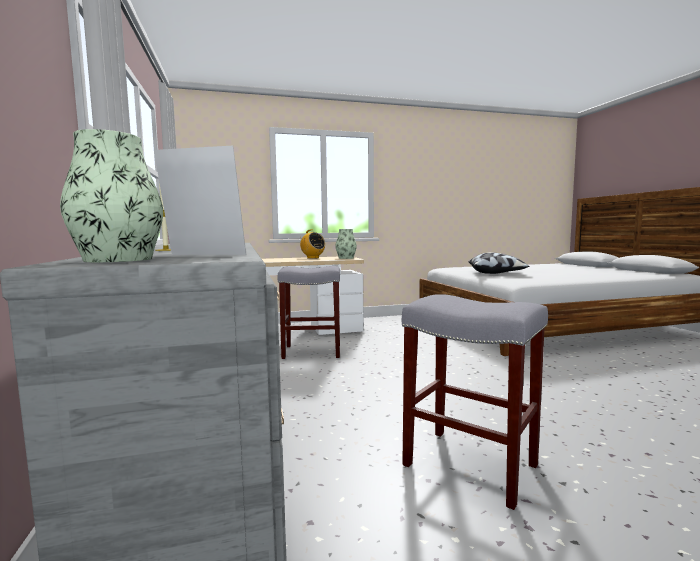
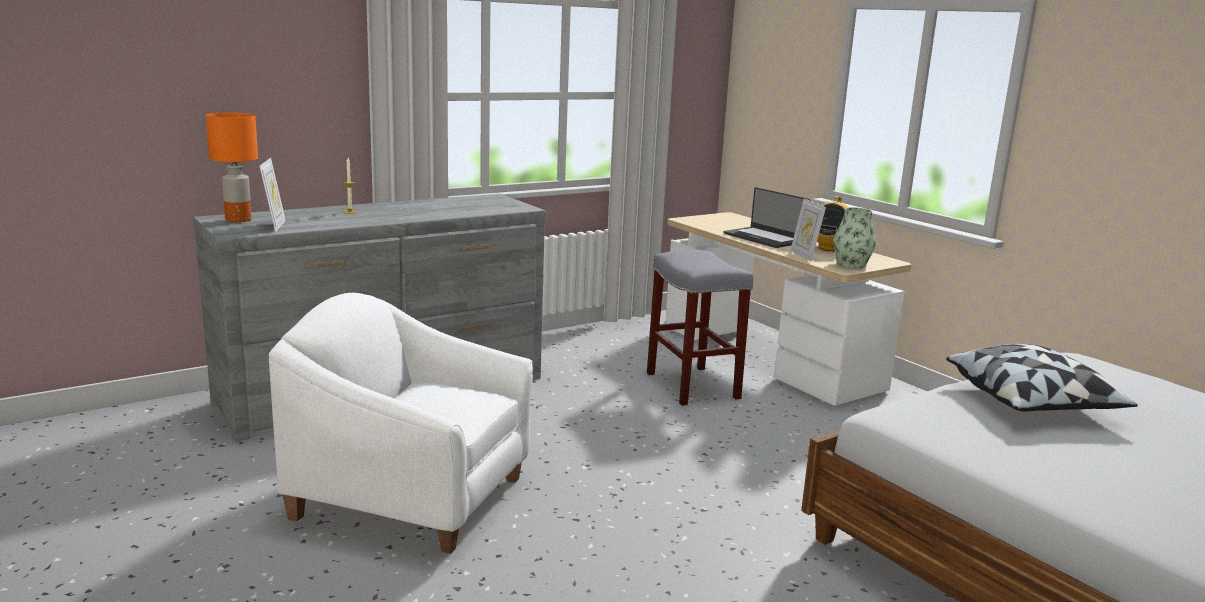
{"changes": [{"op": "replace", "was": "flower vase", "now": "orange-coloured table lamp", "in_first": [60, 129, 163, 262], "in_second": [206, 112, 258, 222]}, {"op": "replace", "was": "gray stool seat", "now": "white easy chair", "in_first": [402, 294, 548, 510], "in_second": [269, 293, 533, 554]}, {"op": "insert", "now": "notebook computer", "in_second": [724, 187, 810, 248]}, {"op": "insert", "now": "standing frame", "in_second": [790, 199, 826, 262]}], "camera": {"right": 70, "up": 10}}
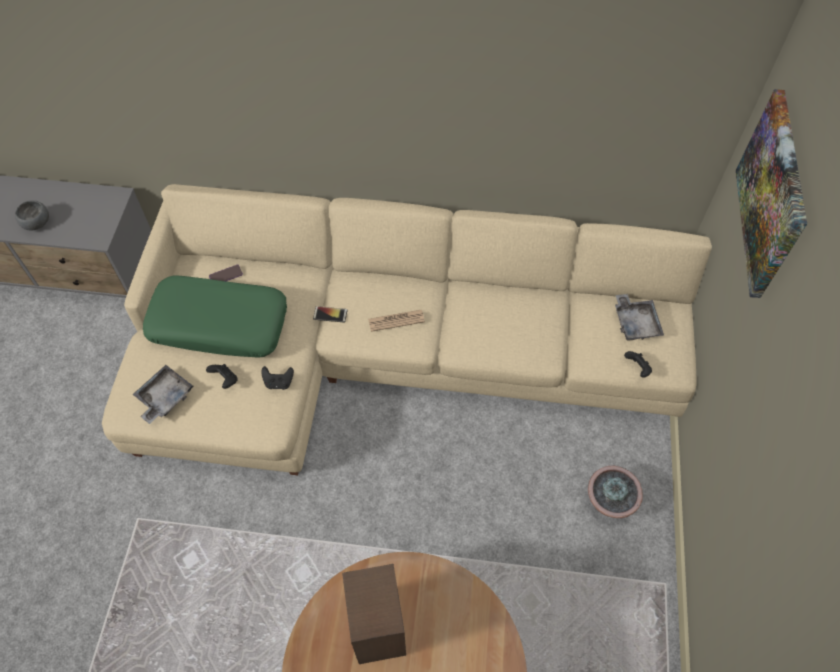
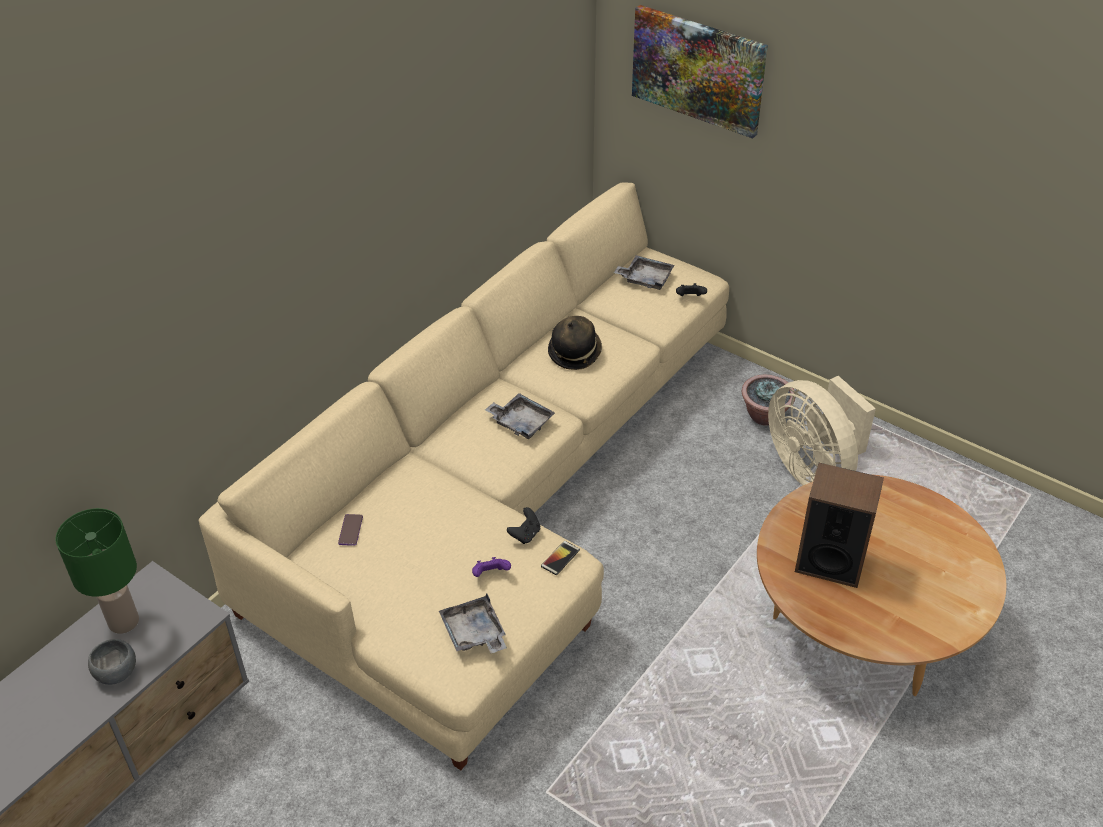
{"changes": [{"op": "delete", "was": "greenish pillow", "in_first": [143, 276, 287, 358]}, {"op": "move", "was": "handset", "in_first": [313, 306, 348, 323], "in_second": [541, 541, 580, 575]}, {"op": "replace", "was": "daily paper", "now": "gray carrying tray", "in_first": [368, 310, 425, 332], "in_second": [485, 393, 555, 439]}, {"op": "recolor", "was": "black-coloured game controller", "now": "purple-coloured game controller", "in_first": [206, 364, 238, 389], "in_second": [472, 557, 511, 577]}, {"op": "insert", "now": "hat", "in_second": [548, 316, 602, 370]}, {"op": "insert", "now": "beige-coloured fan", "in_second": [768, 376, 876, 485]}, {"op": "insert", "now": "greenish table lamp", "in_second": [55, 508, 139, 634]}], "camera": {"right": -60, "up": -15}}
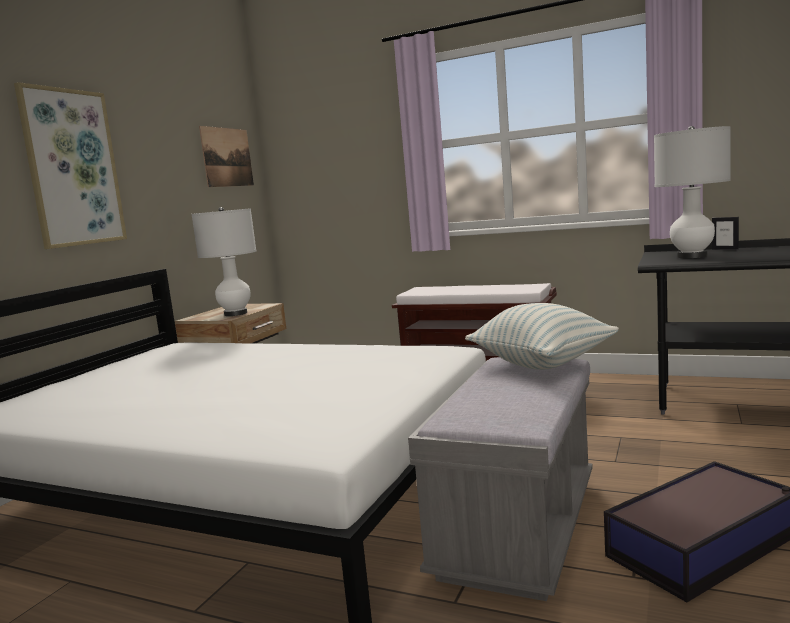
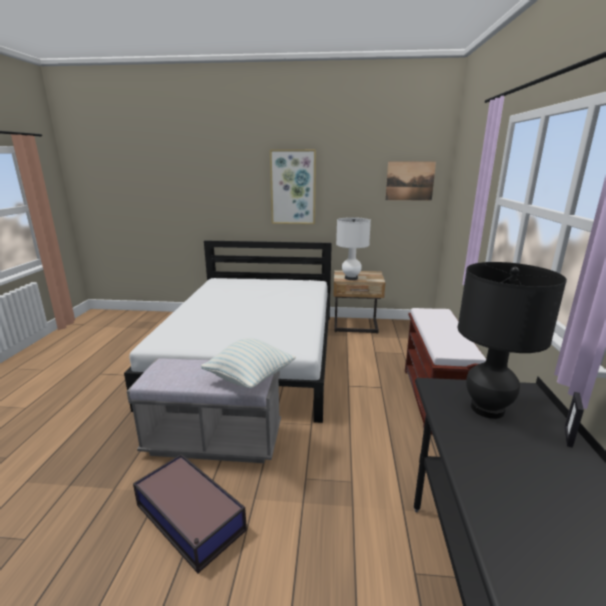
{"changes": [{"op": "recolor", "was": "white table lamp", "now": "black-coloured table lamp", "in_first": [654, 126, 731, 258], "in_second": [457, 262, 567, 419]}], "camera": {"right": 70, "up": 10}}
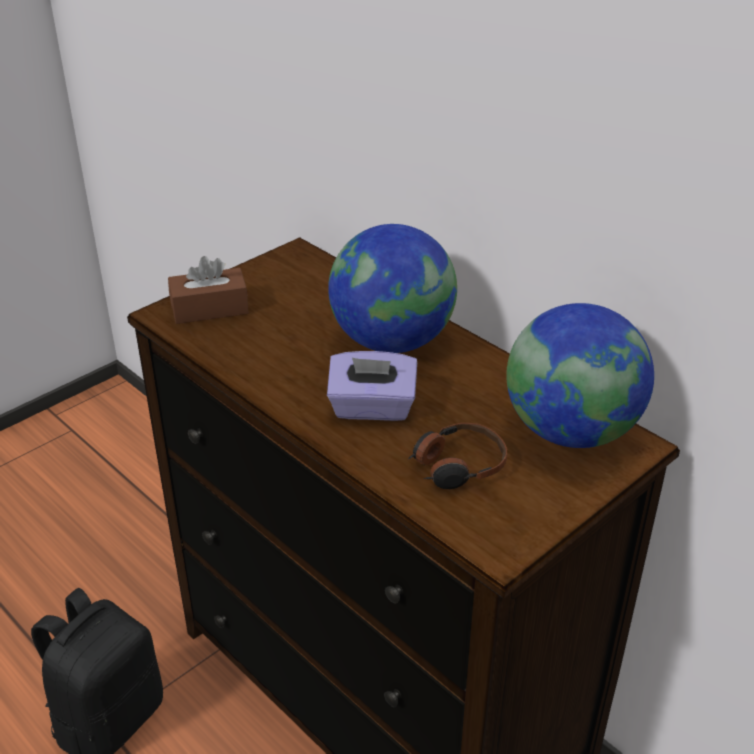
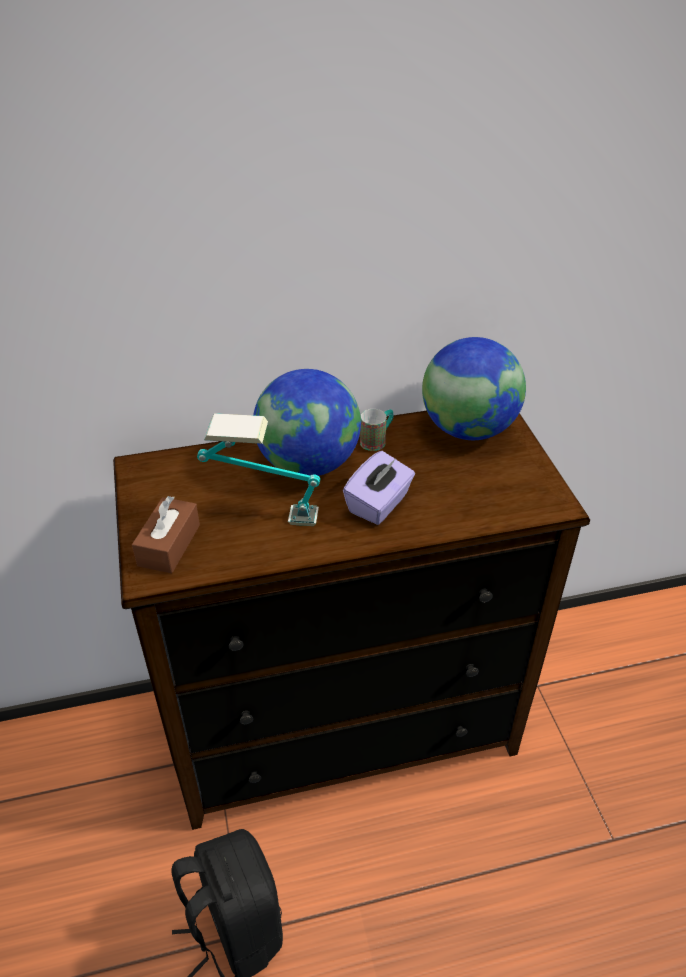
{"changes": [{"op": "delete", "was": "headphones", "in_first": [408, 423, 507, 489]}, {"op": "insert", "now": "tea mug", "in_second": [360, 409, 394, 451]}, {"op": "insert", "now": "table lamp", "in_second": [197, 413, 320, 526]}], "camera": {"right": -60, "up": 5}}
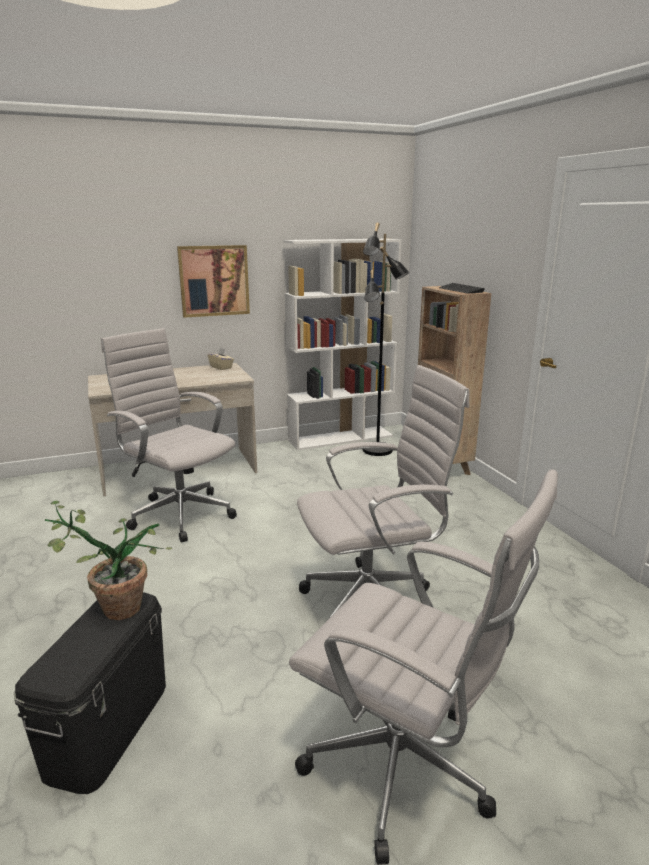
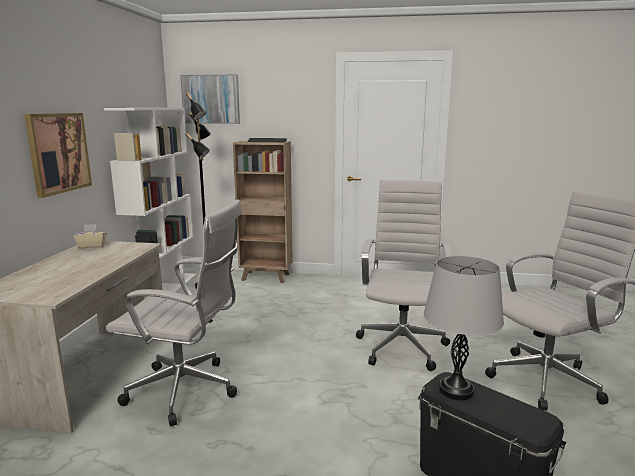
{"changes": [{"op": "rotate", "was": "white office chair", "in_first": [101, 328, 237, 543], "in_second": [106, 199, 242, 426], "clockwise": -150}, {"op": "replace", "was": "potted plant", "now": "gray table lamp", "in_first": [45, 501, 173, 620], "in_second": [424, 256, 504, 400]}, {"op": "insert", "now": "picture", "in_second": [180, 74, 240, 124]}], "camera": {"right": -60, "up": -5}}
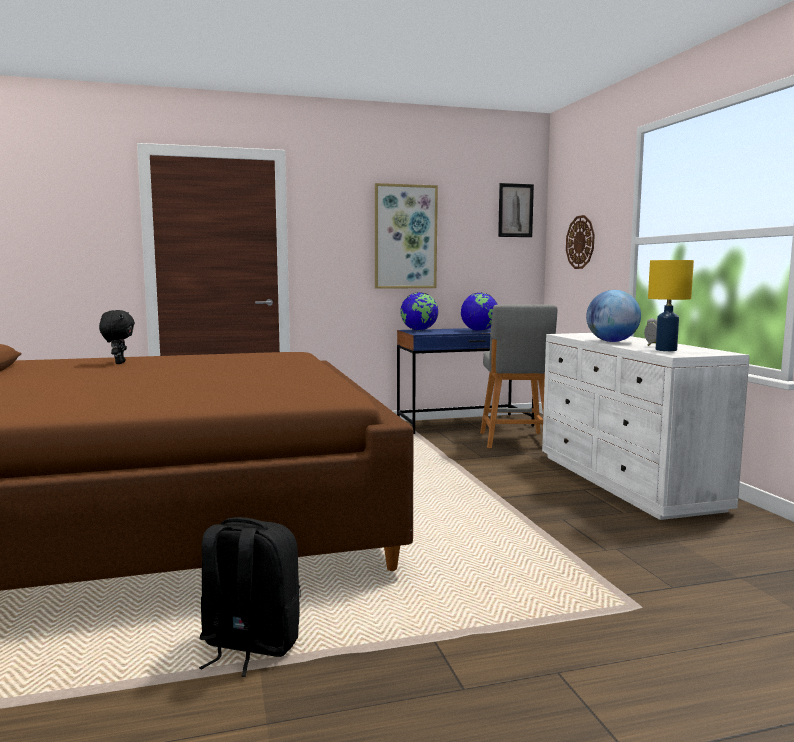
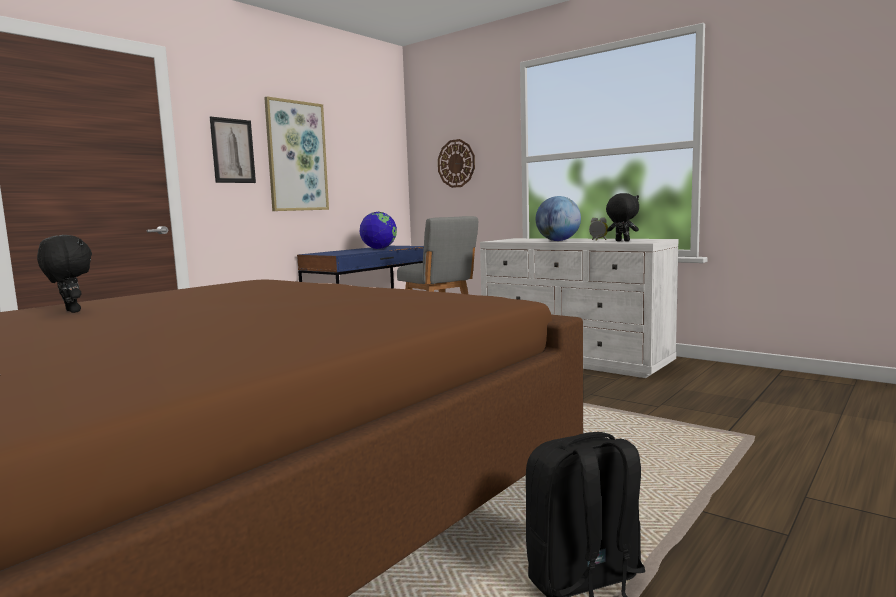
{"changes": [{"op": "move", "was": "picture", "in_first": [498, 183, 534, 237], "in_second": [210, 116, 256, 183]}, {"op": "replace", "was": "yellow table lamp", "now": "black-coloured plush toy", "in_first": [648, 260, 694, 351], "in_second": [606, 193, 639, 241]}, {"op": "delete", "was": "globe", "in_first": [400, 292, 438, 330]}], "camera": {"right": -35, "up": 0}}
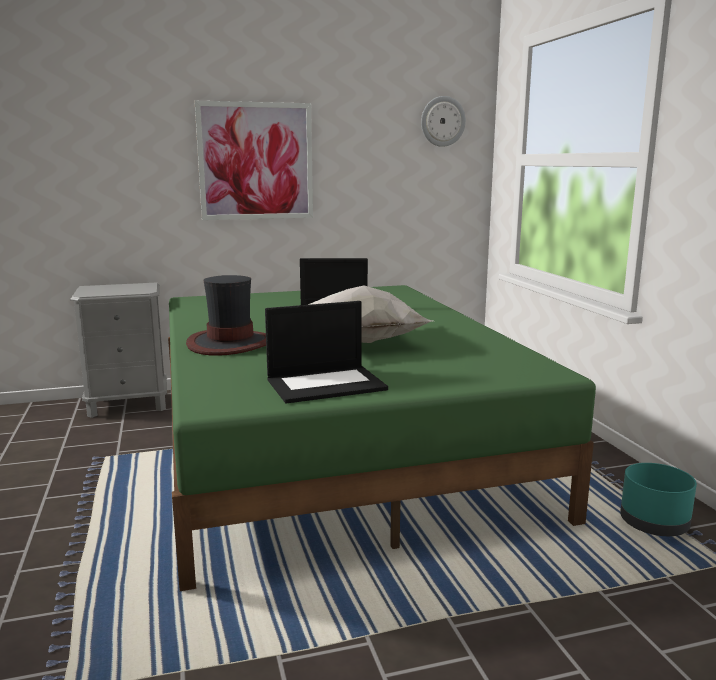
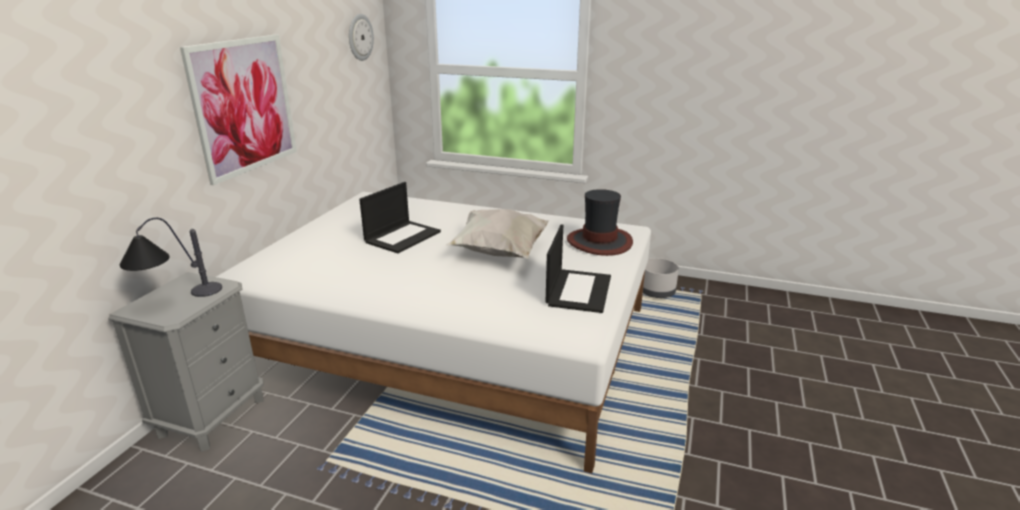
{"changes": [{"op": "move", "was": "hat", "in_first": [186, 275, 266, 356], "in_second": [567, 189, 633, 256]}, {"op": "recolor", "was": "greenish sleeping bed", "now": "white sleeping bed", "in_first": [168, 285, 596, 591], "in_second": [216, 192, 651, 473]}, {"op": "recolor", "was": "turquoise-coloured planter", "now": "gray planter", "in_first": [620, 463, 697, 536], "in_second": [643, 258, 679, 298]}, {"op": "insert", "now": "table lamp", "in_second": [120, 218, 222, 297]}], "camera": {"right": -55, "up": 10}}
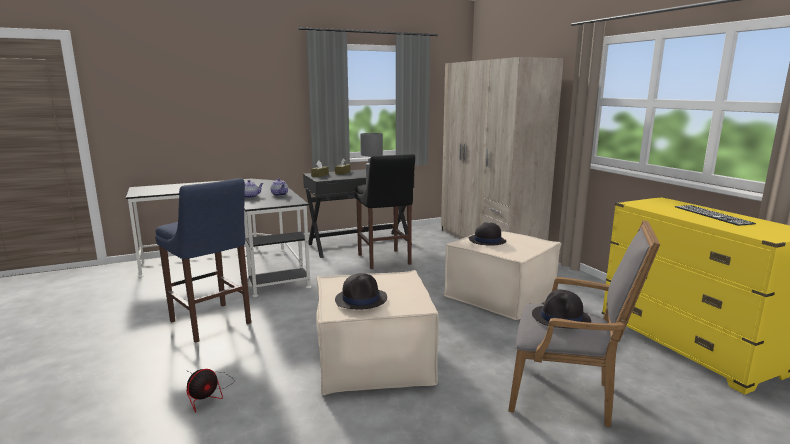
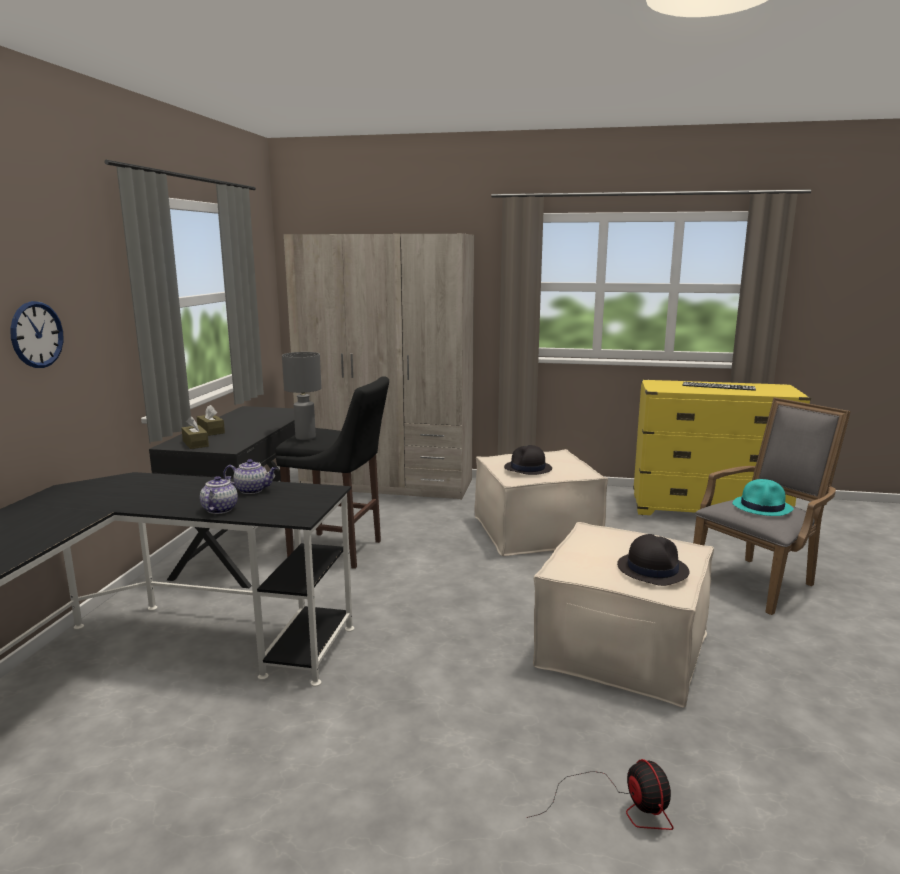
{"changes": [{"op": "delete", "was": "blue-coloured stool seat", "in_first": [155, 178, 251, 343]}, {"op": "recolor", "was": "black-coloured hat", "now": "turquoise-coloured hat", "in_first": [532, 290, 591, 329], "in_second": [732, 479, 794, 516]}, {"op": "insert", "now": "wall clock", "in_second": [10, 301, 64, 368]}], "camera": {"right": -55, "up": 0}}
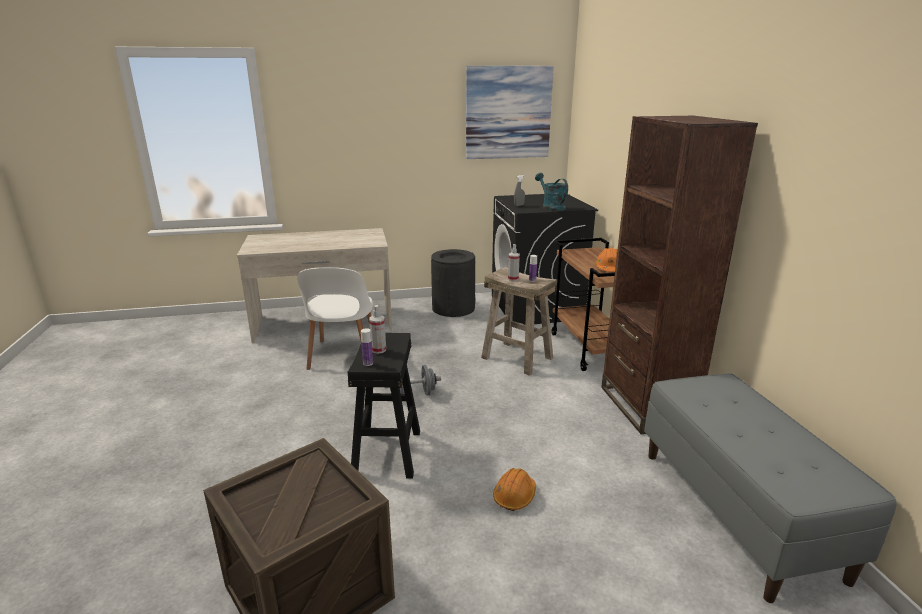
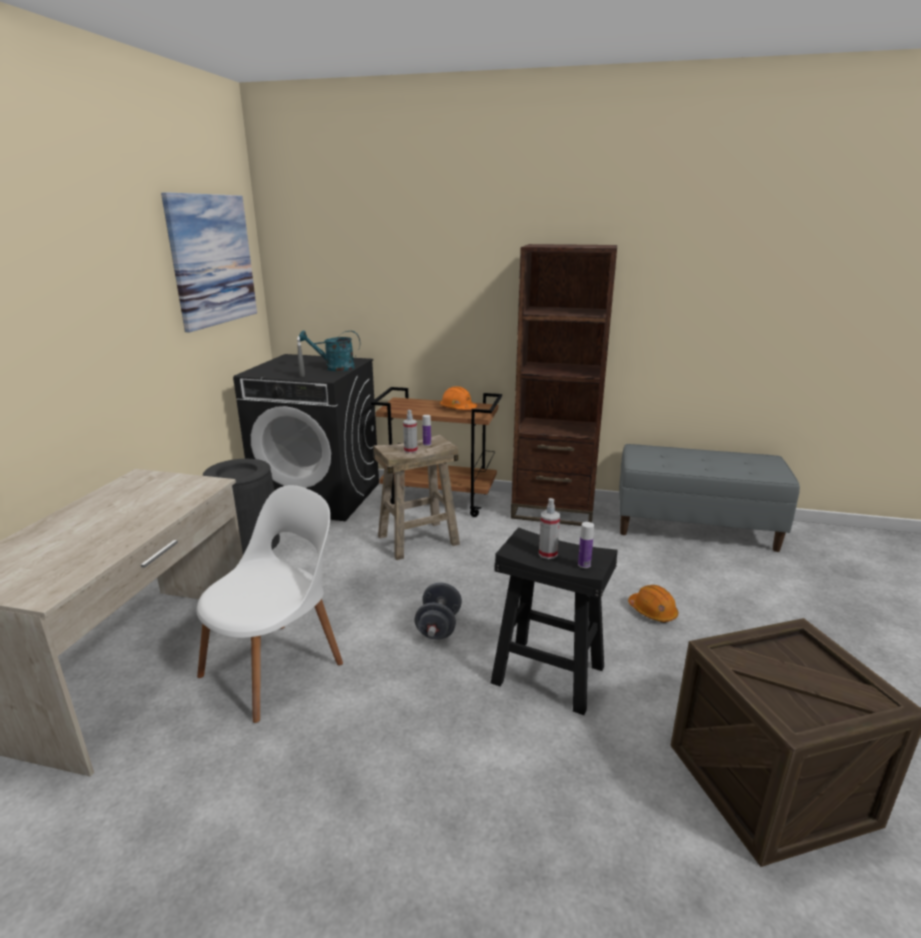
{"changes": [{"op": "rotate", "was": "white plain chair", "in_first": [297, 267, 373, 370], "in_second": [197, 485, 343, 723], "clockwise": -75}], "camera": {"right": -65, "up": 0}}
